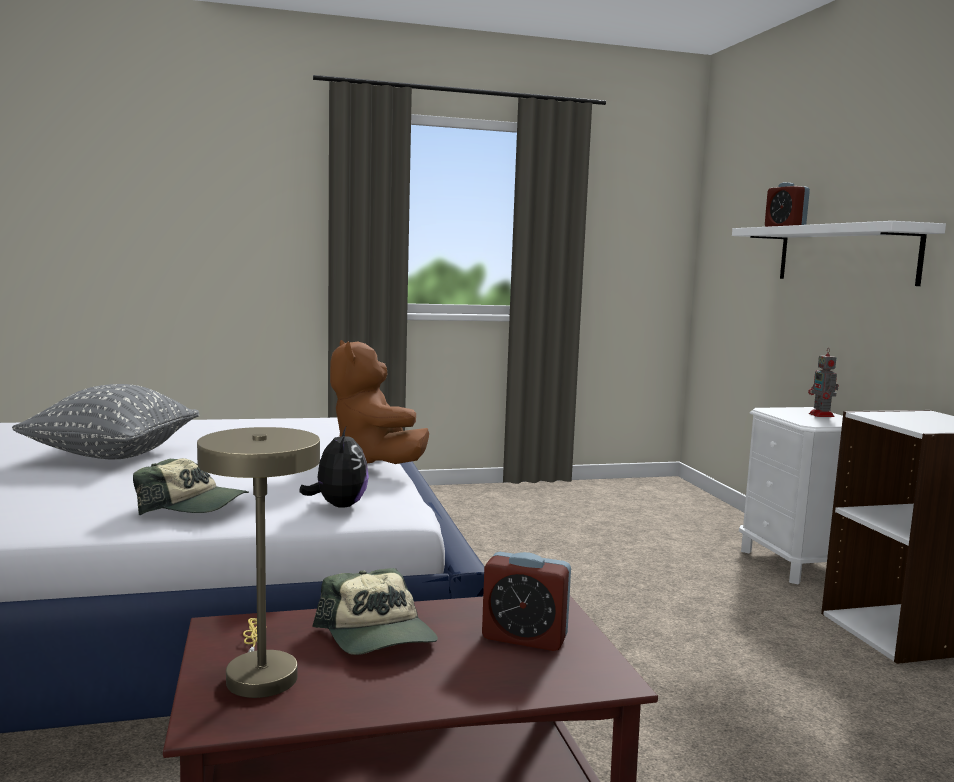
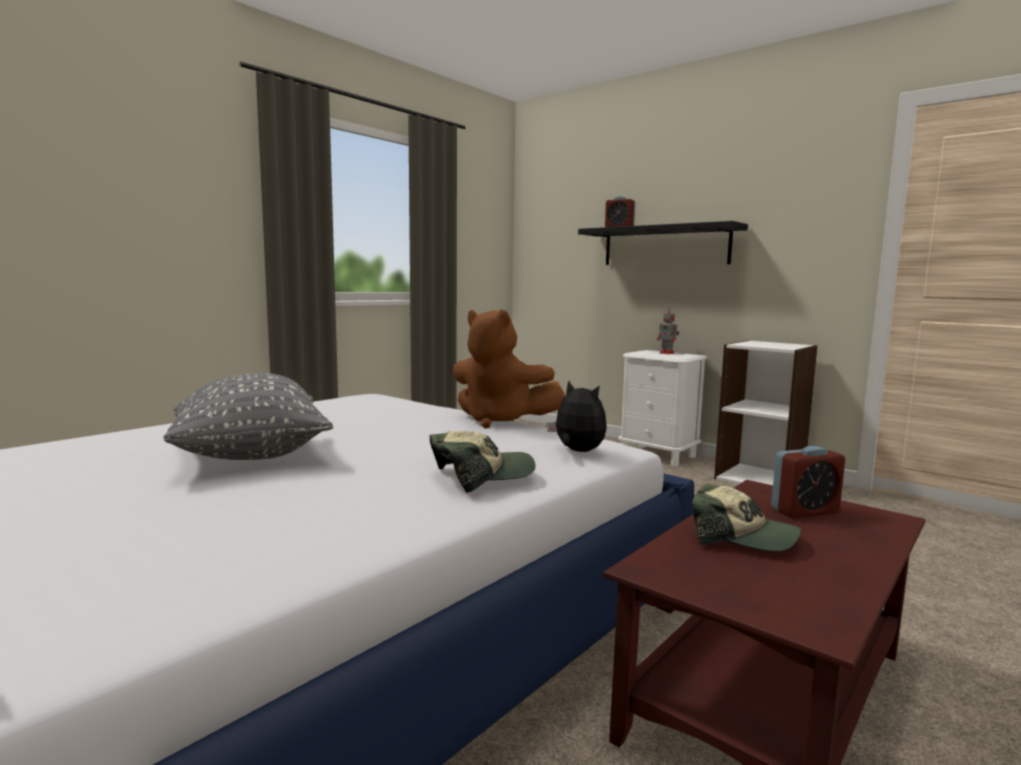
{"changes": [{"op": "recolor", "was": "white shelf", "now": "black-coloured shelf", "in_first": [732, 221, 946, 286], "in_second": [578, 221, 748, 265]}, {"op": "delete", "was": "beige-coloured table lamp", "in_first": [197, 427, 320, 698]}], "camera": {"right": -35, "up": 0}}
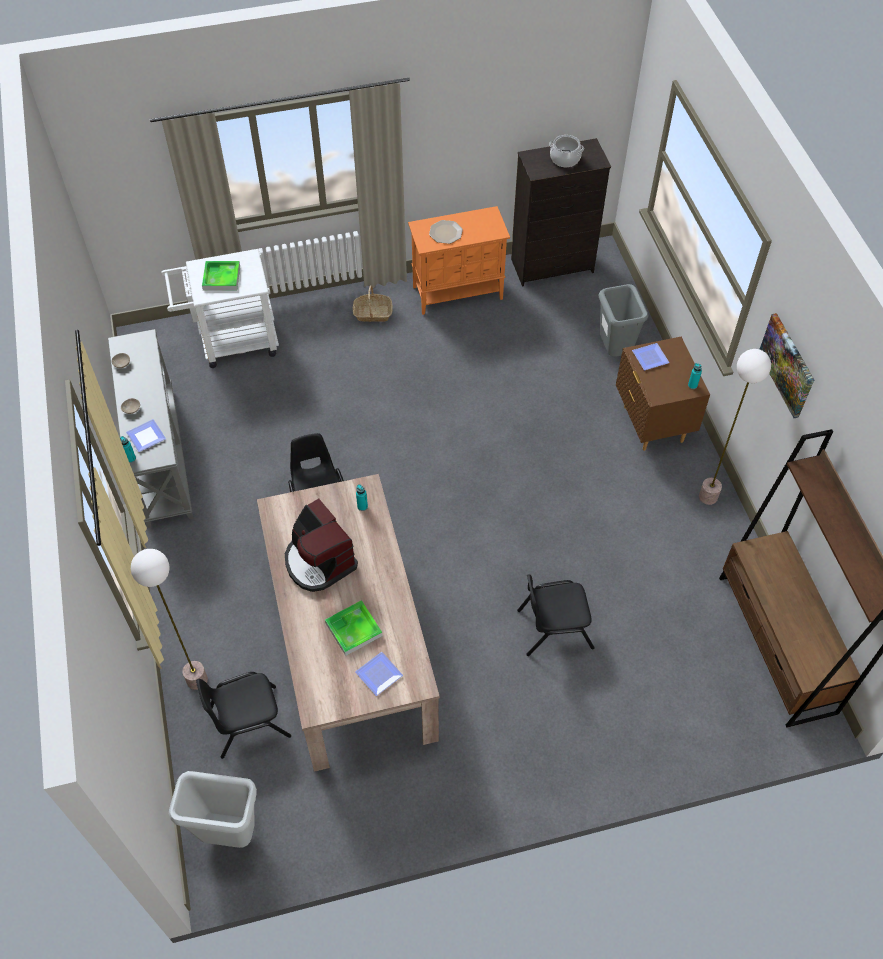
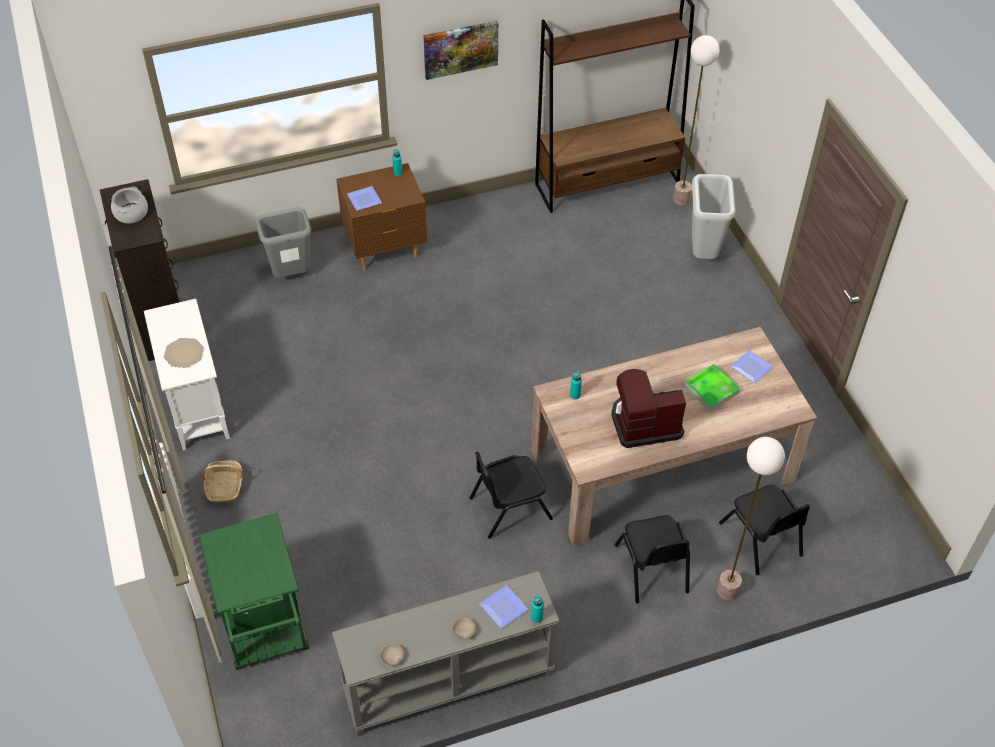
{"changes": [{"op": "recolor", "was": "orange-coloured cabinet", "now": "white cabinet", "in_first": [408, 206, 510, 315], "in_second": [144, 299, 230, 451]}, {"op": "recolor", "was": "white wheeled cart", "now": "greenish wheeled cart", "in_first": [161, 249, 279, 368], "in_second": [199, 513, 309, 670]}, {"op": "delete", "was": "carrying tray", "in_first": [202, 261, 240, 291]}, {"op": "move", "was": "floor lamp", "in_first": [699, 349, 771, 505], "in_second": [673, 35, 719, 206]}, {"op": "rotate", "was": "coffee maker", "in_first": [285, 499, 358, 592], "in_second": [611, 369, 686, 448], "clockwise": -150}, {"op": "move", "was": "black-coloured plain chair", "in_first": [517, 574, 594, 656], "in_second": [614, 515, 690, 604]}, {"op": "move", "was": "gray waste bin", "in_first": [169, 771, 257, 848], "in_second": [692, 174, 735, 259]}], "camera": {"right": -95, "up": -5}}
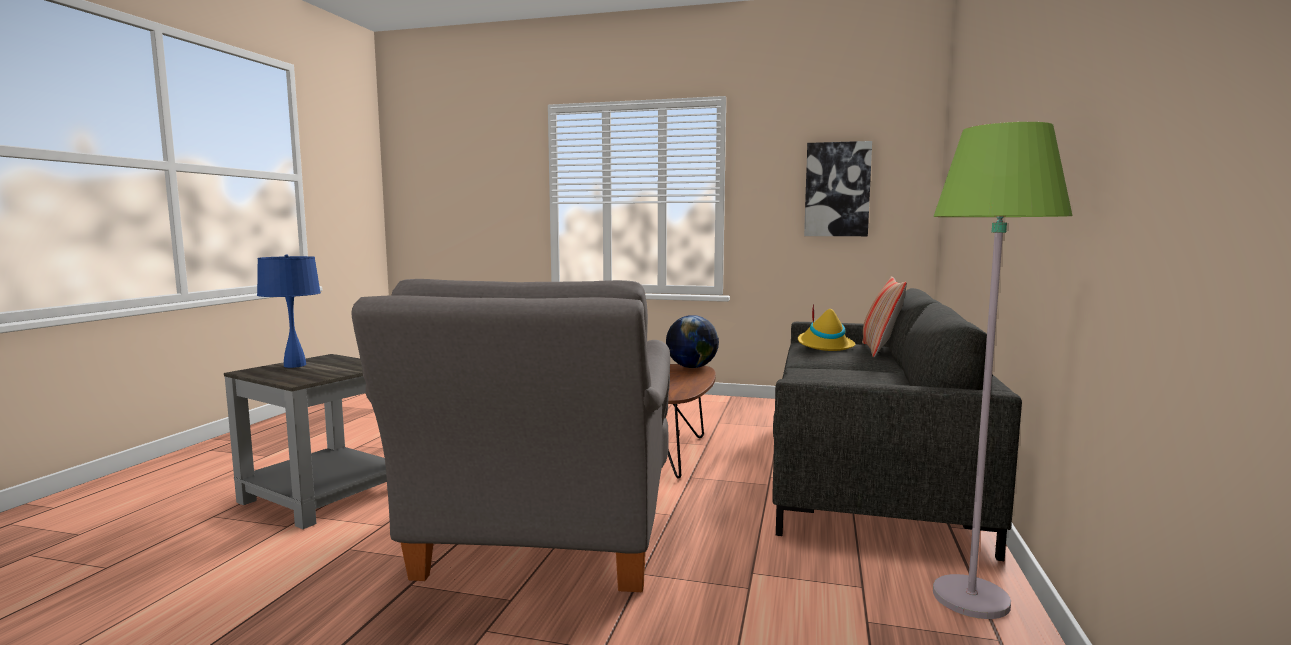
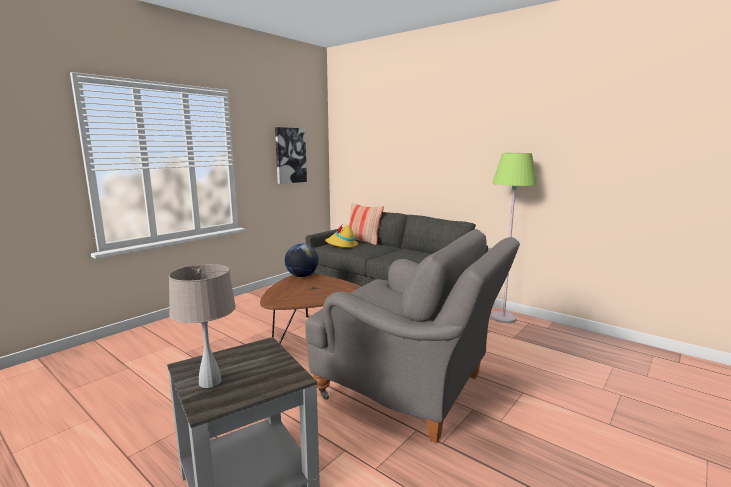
{"changes": [{"op": "recolor", "was": "blue-coloured table lamp", "now": "beige-coloured table lamp", "in_first": [257, 254, 321, 368], "in_second": [169, 264, 236, 388]}], "camera": {"right": -65, "up": 5}}
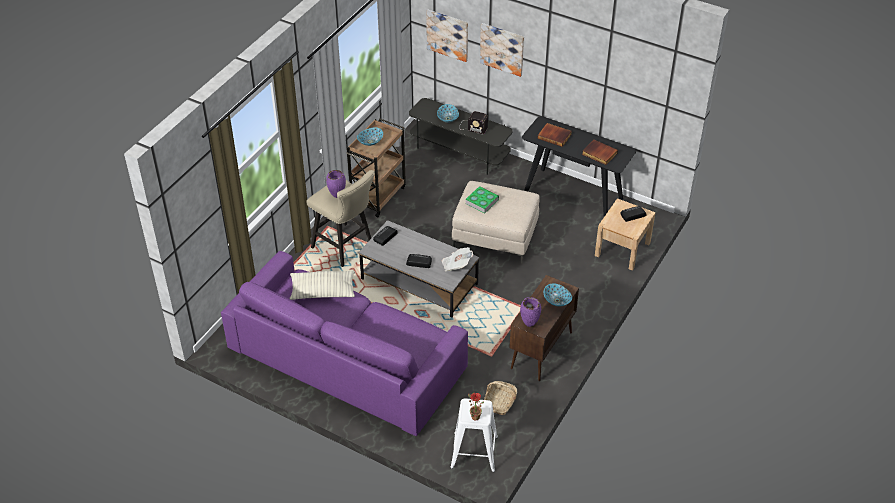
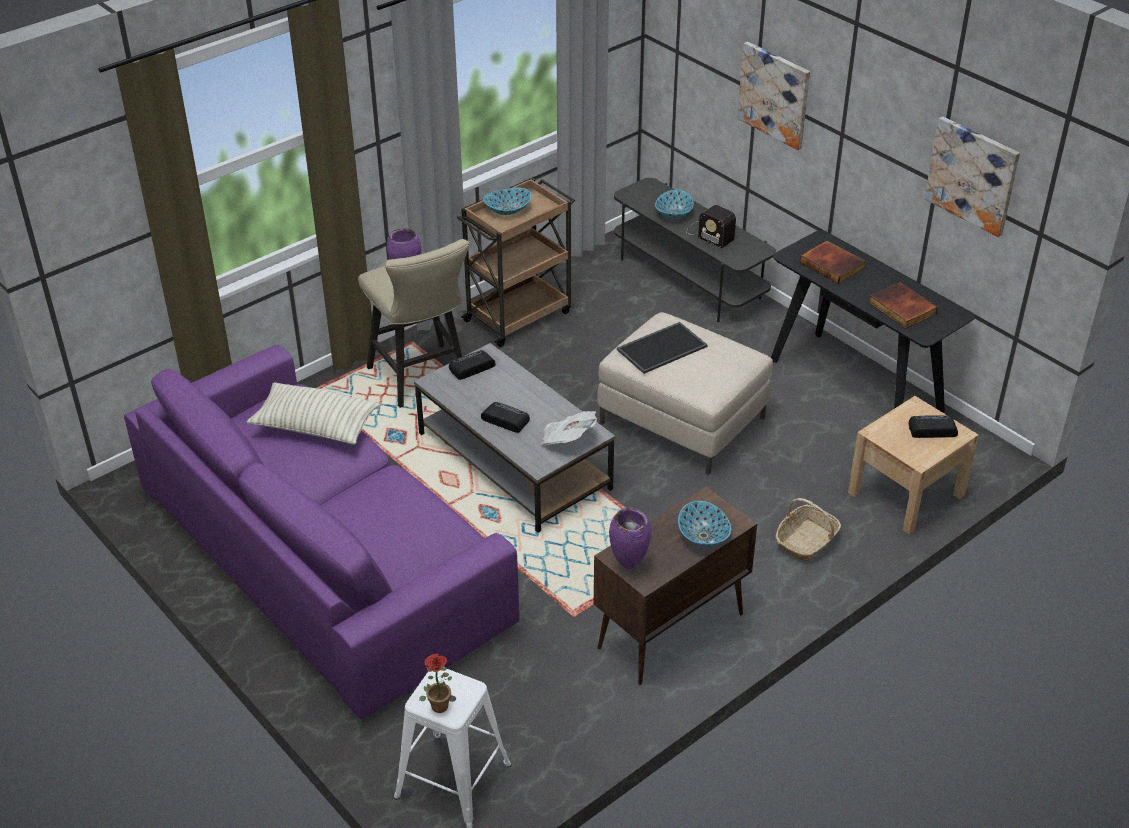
{"changes": [{"op": "move", "was": "picture", "in_first": [426, 10, 468, 62], "in_second": [925, 116, 1020, 237]}, {"op": "replace", "was": "book", "now": "carrying tray", "in_first": [466, 186, 499, 214], "in_second": [617, 322, 708, 374]}, {"op": "move", "was": "storage basket", "in_first": [484, 381, 517, 415], "in_second": [776, 498, 841, 561]}], "camera": {"right": 20, "up": -5}}
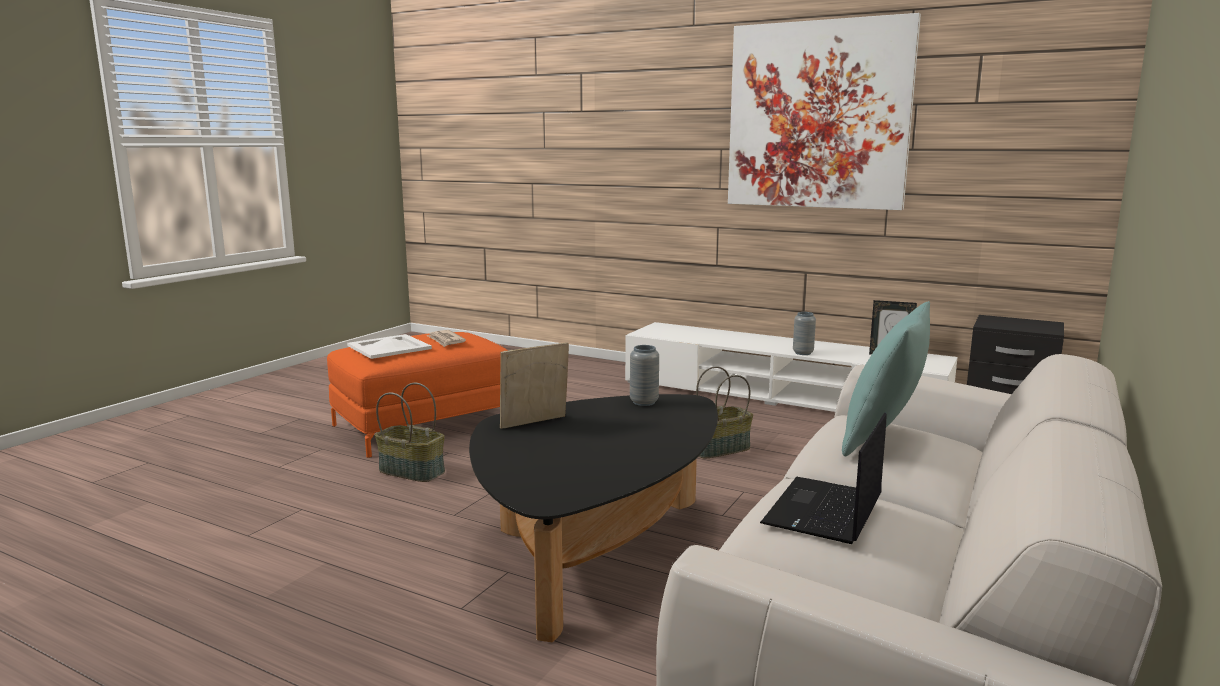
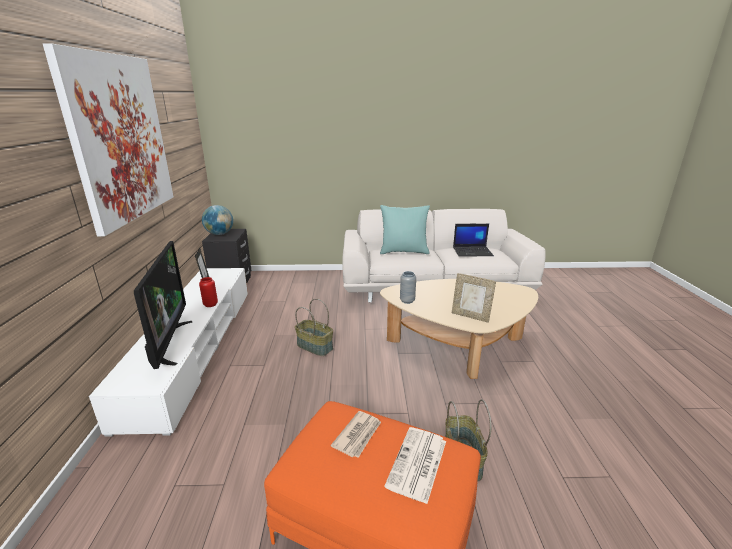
{"changes": [{"op": "recolor", "was": "gray flower vase", "now": "red-coloured flower vase", "in_first": [793, 312, 816, 355], "in_second": [199, 277, 218, 307]}, {"op": "replace", "was": "white carrying tray", "now": "daily paper", "in_first": [347, 334, 432, 359], "in_second": [384, 427, 446, 504]}, {"op": "recolor", "was": "black-coloured lounge table", "now": "beige-coloured lounge table", "in_first": [469, 394, 718, 642], "in_second": [380, 279, 538, 379]}, {"op": "insert", "now": "globe", "in_second": [202, 205, 233, 235]}, {"op": "insert", "now": "TV set", "in_second": [134, 241, 192, 369]}], "camera": {"right": -120, "up": 10}}
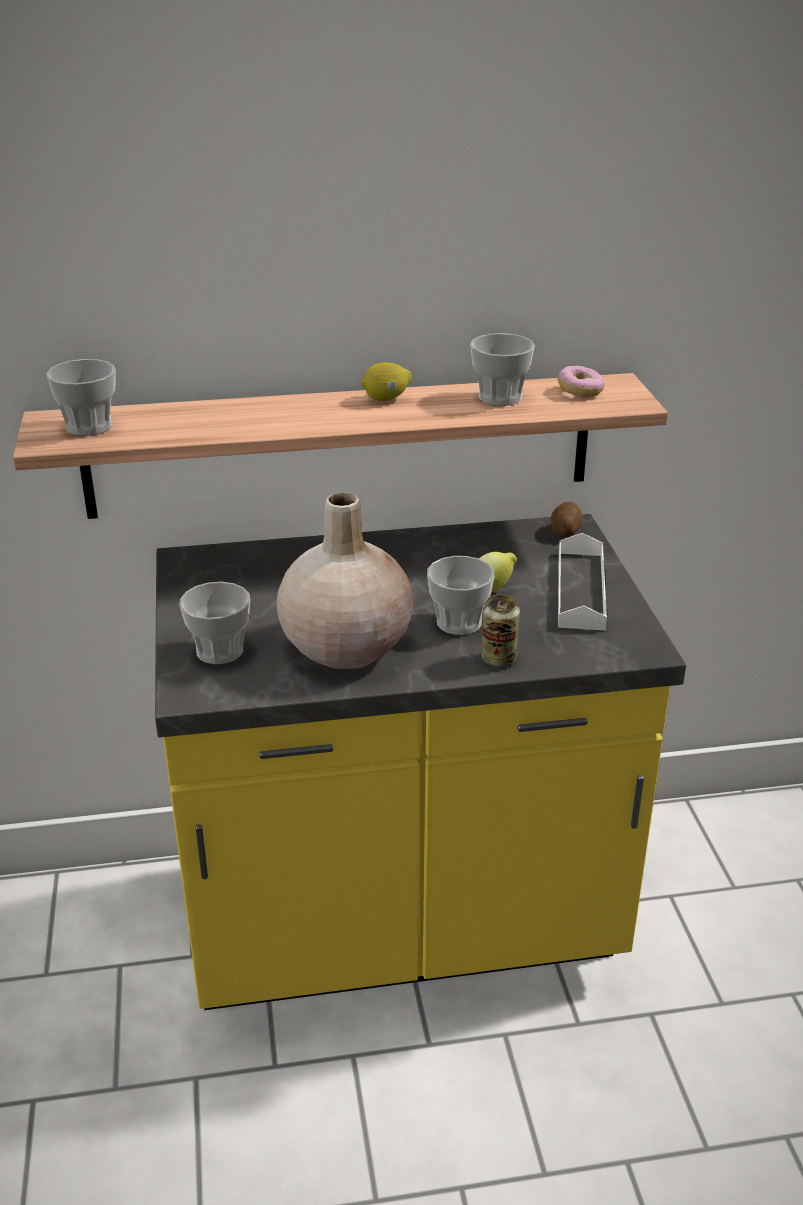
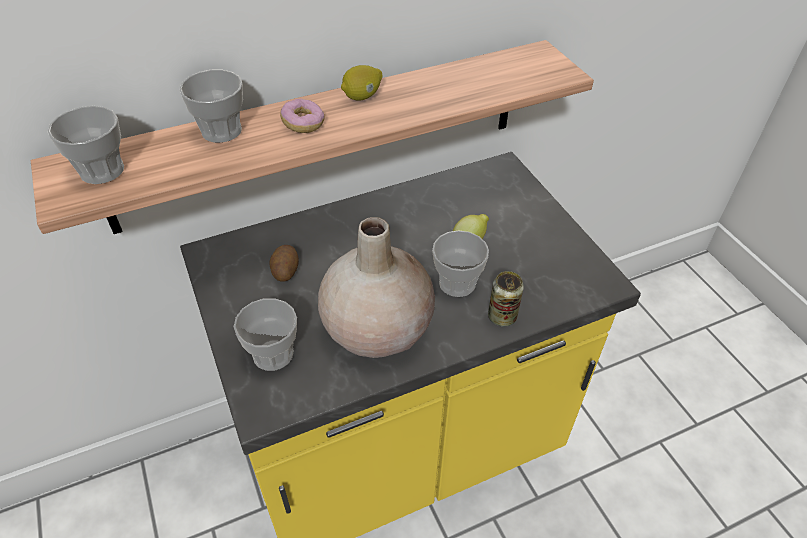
{"changes": [{"op": "move", "was": "small cup", "in_first": [470, 333, 535, 406], "in_second": [179, 70, 243, 143]}, {"op": "move", "was": "donut", "in_first": [558, 366, 604, 397], "in_second": [280, 99, 325, 133]}, {"op": "move", "was": "whole potato", "in_first": [551, 502, 582, 537], "in_second": [269, 245, 299, 282]}, {"op": "delete", "was": "white carrying tray", "in_first": [558, 533, 607, 630]}], "camera": {"right": -15, "up": 15}}
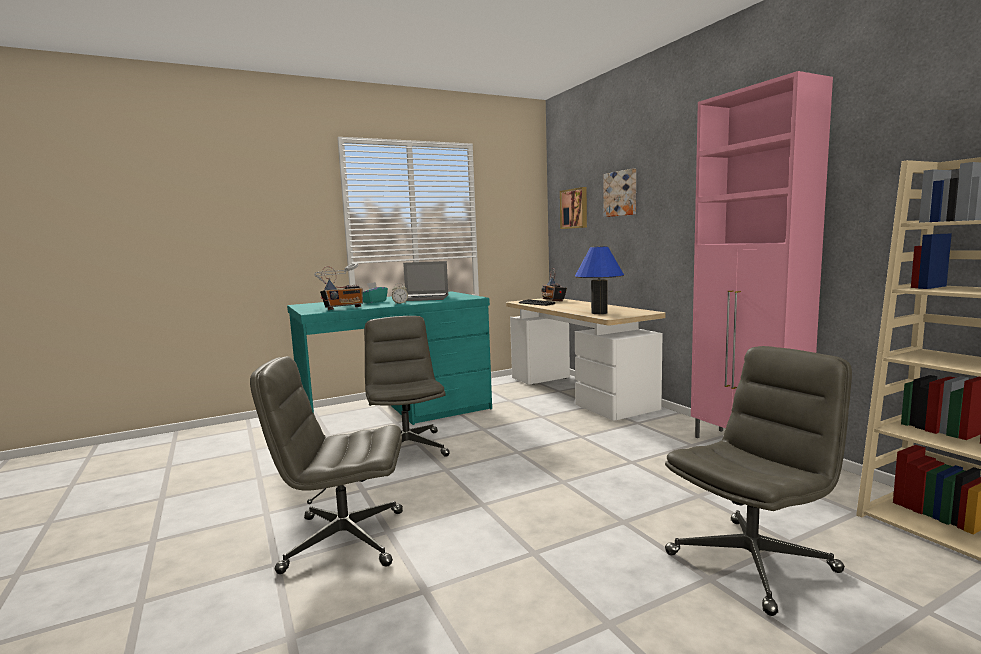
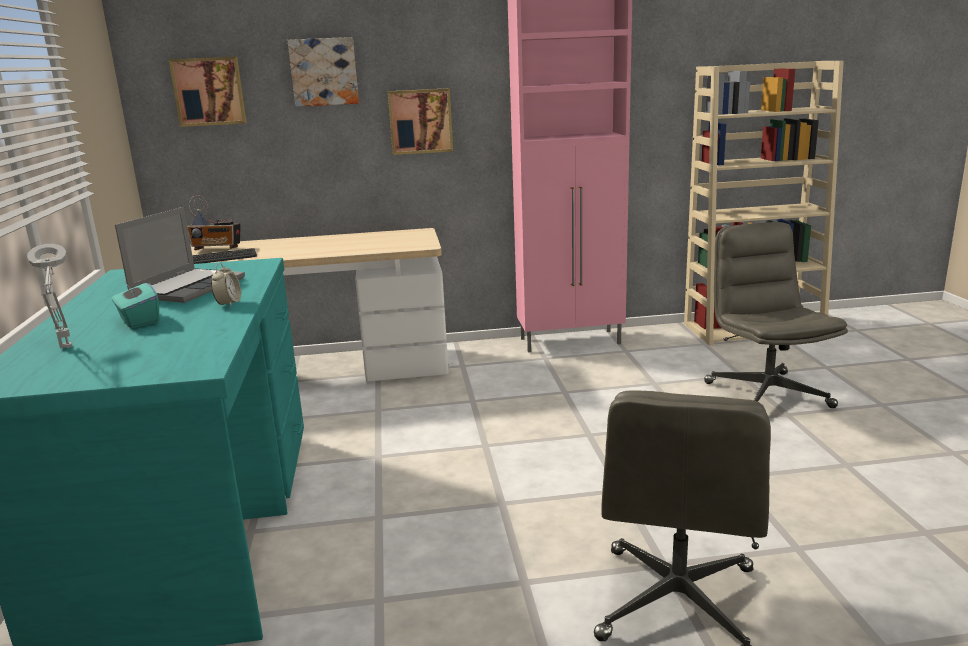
{"changes": [{"op": "delete", "was": "blue-coloured table lamp", "in_first": [575, 246, 624, 314]}, {"op": "delete", "was": "radio receiver", "in_first": [320, 266, 363, 310]}, {"op": "delete", "was": "gray office chair", "in_first": [364, 316, 450, 457]}, {"op": "insert", "now": "picture", "in_second": [388, 88, 453, 155]}], "camera": {"right": -70, "up": 10}}
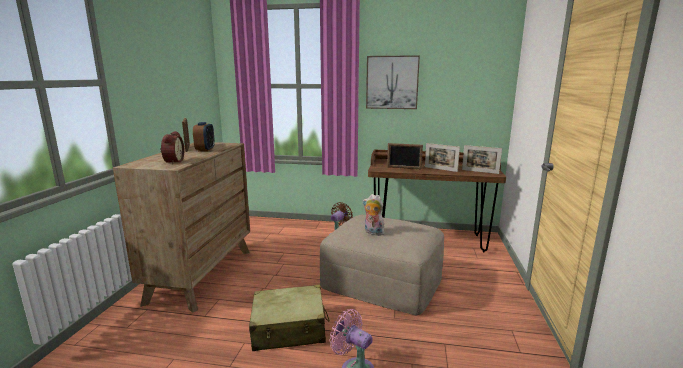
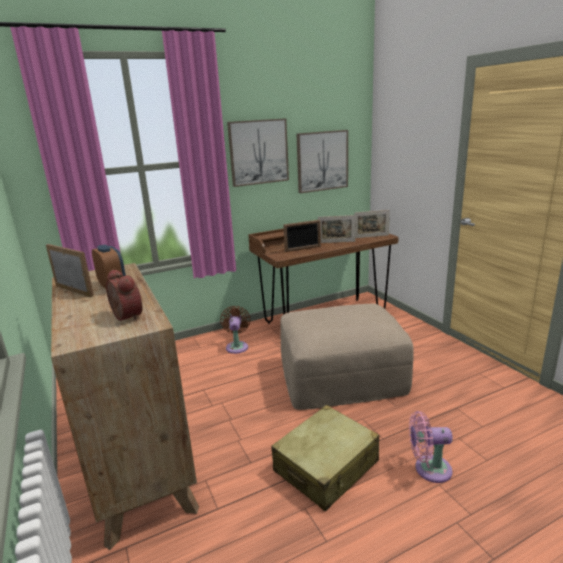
{"changes": [{"op": "delete", "was": "plush toy", "in_first": [363, 194, 384, 236]}, {"op": "insert", "now": "picture", "in_second": [296, 130, 348, 193]}], "camera": {"right": -35, "up": 5}}
